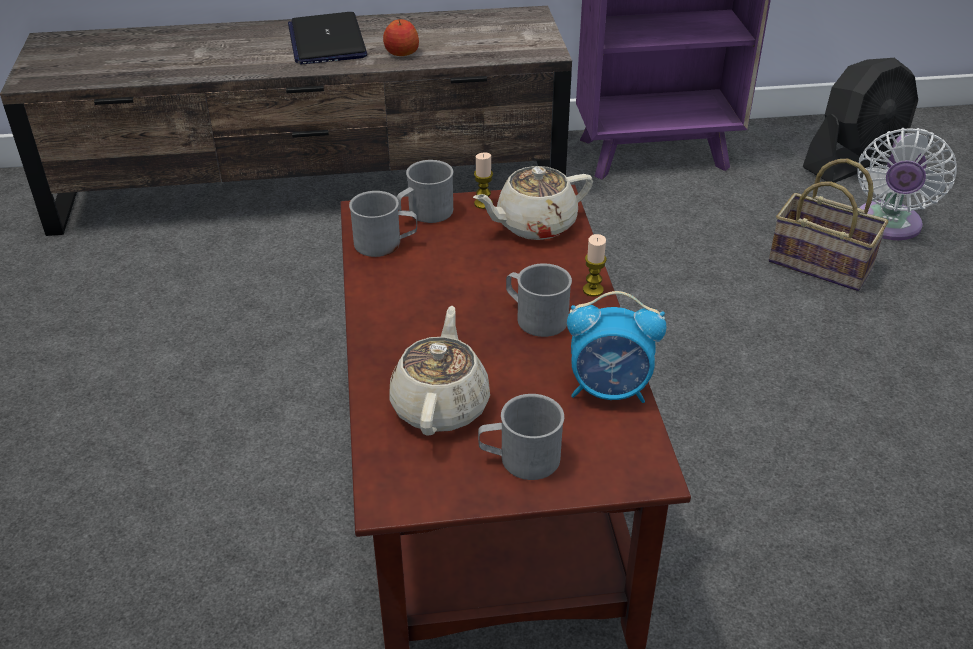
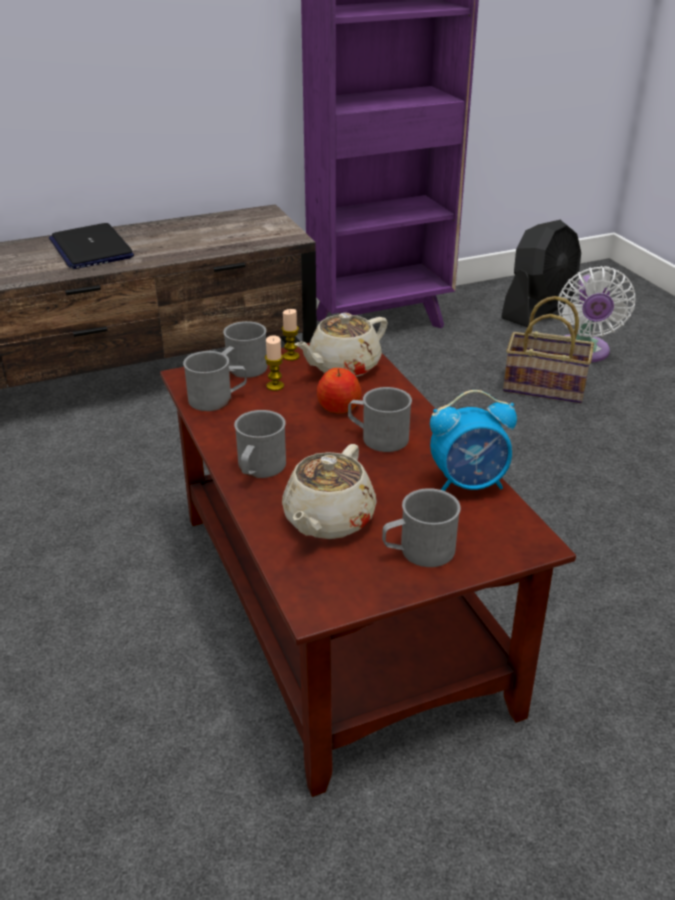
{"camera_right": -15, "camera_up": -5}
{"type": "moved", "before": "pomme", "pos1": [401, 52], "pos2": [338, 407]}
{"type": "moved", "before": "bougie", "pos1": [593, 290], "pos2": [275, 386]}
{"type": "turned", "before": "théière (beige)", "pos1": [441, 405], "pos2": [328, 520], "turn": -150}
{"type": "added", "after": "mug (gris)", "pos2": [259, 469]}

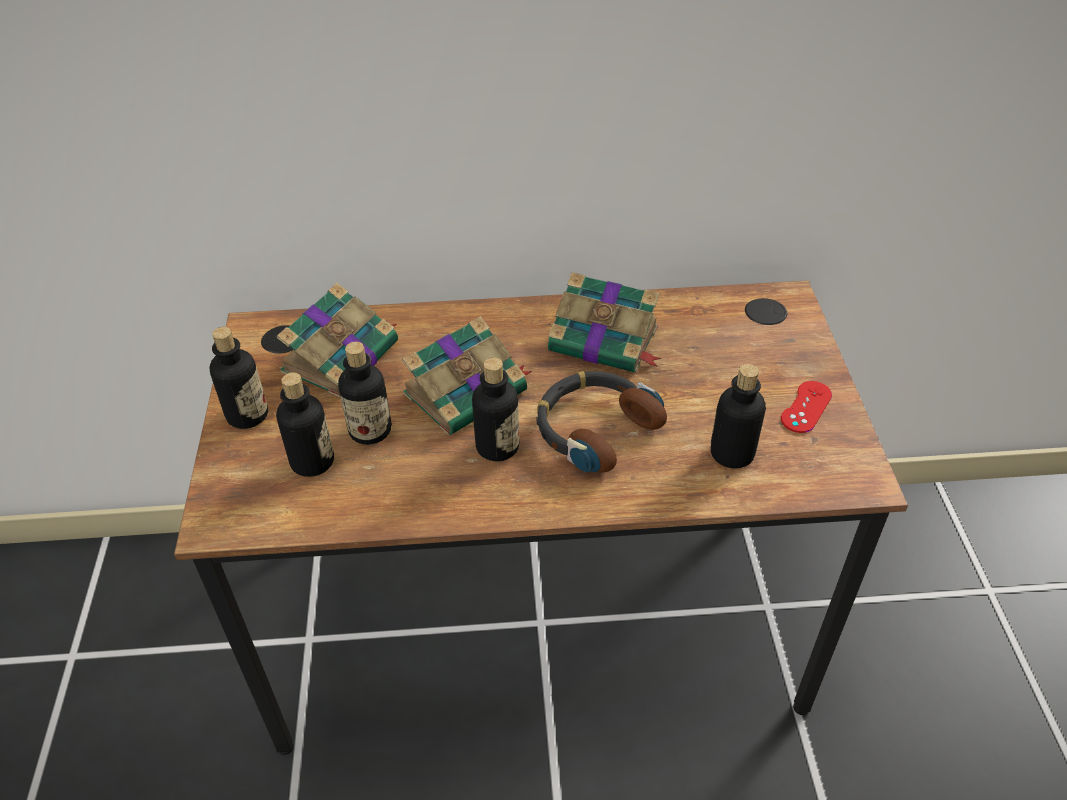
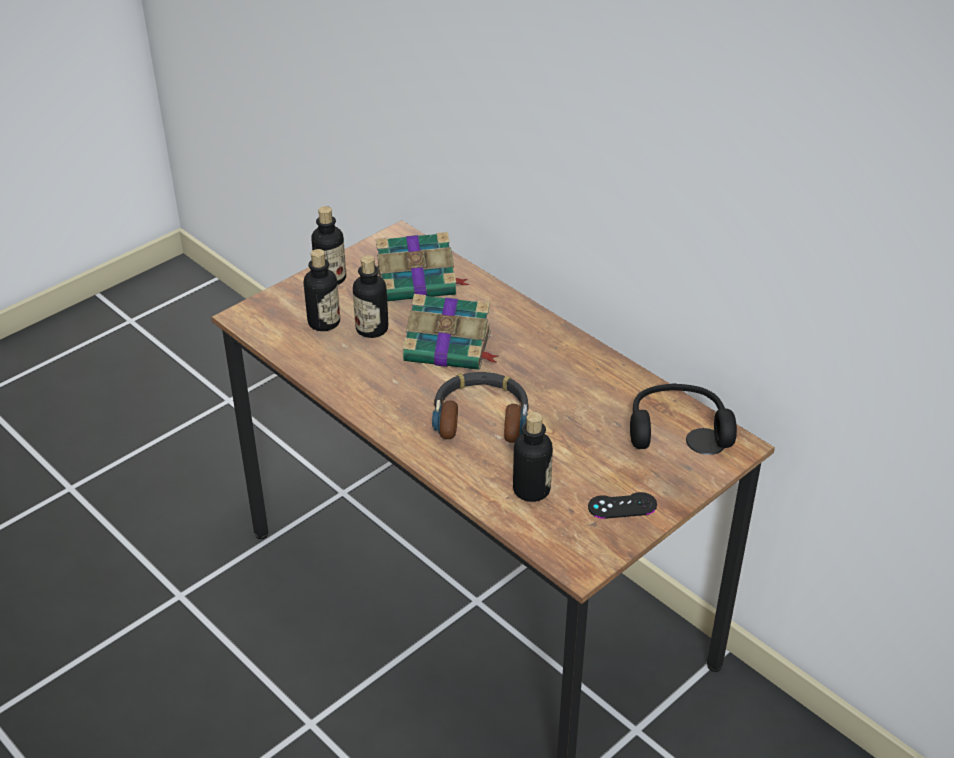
{"camera_right": 50, "camera_up": -5}
{"type": "removed", "before": "livre", "pos1": [605, 340]}
{"type": "removed", "before": "bouteille", "pos1": [497, 447]}
{"type": "recoloured", "before": "manette (rouge)", "after": "manette (noir)", "pos1": [806, 407], "pos2": [622, 506]}
{"type": "added", "after": "casque audio (noir)", "pos2": [677, 427]}

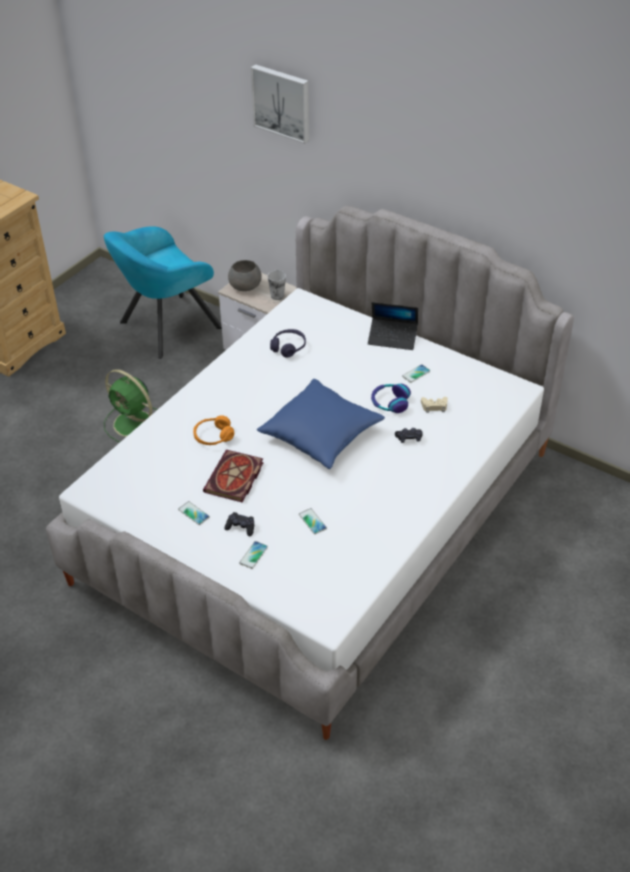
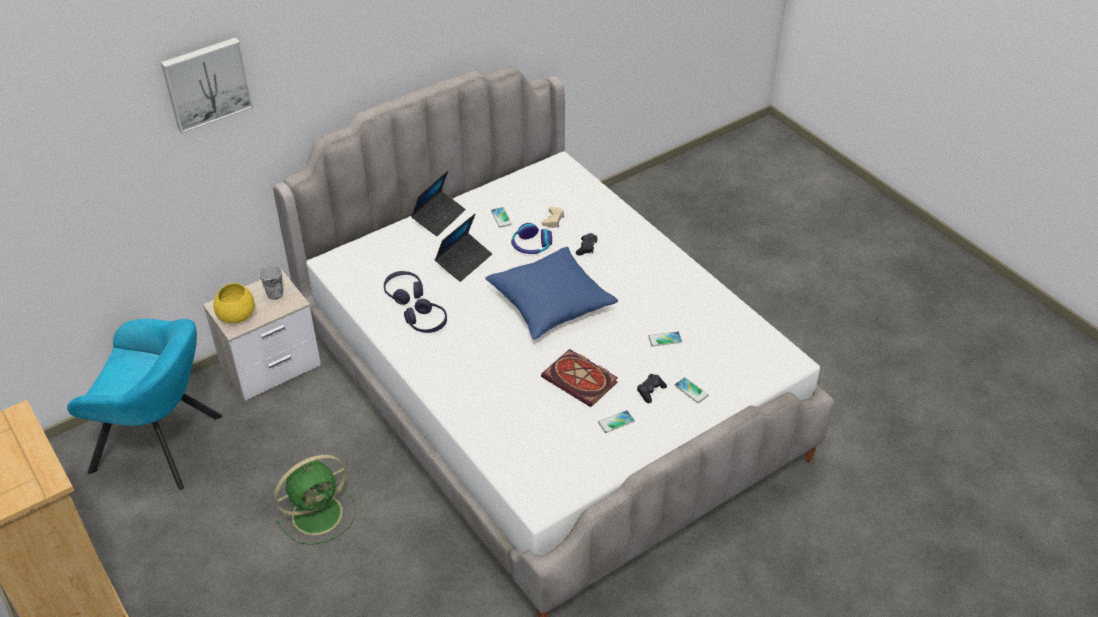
{"camera_right": -70, "camera_up": 0}
{"type": "turned", "before": "fauteuil (turquoise)", "pos1": [166, 327], "pos2": [163, 444], "turn": -60}
{"type": "recoloured", "before": "bol (gris)", "after": "bol (jaune)", "pos1": [246, 285], "pos2": [236, 314]}
{"type": "removed", "before": "casque audio (orange)", "pos1": [213, 436]}
{"type": "added", "after": "ordinateur portable", "pos2": [464, 261]}
{"type": "added", "after": "casque audio (violet)", "pos2": [427, 322]}

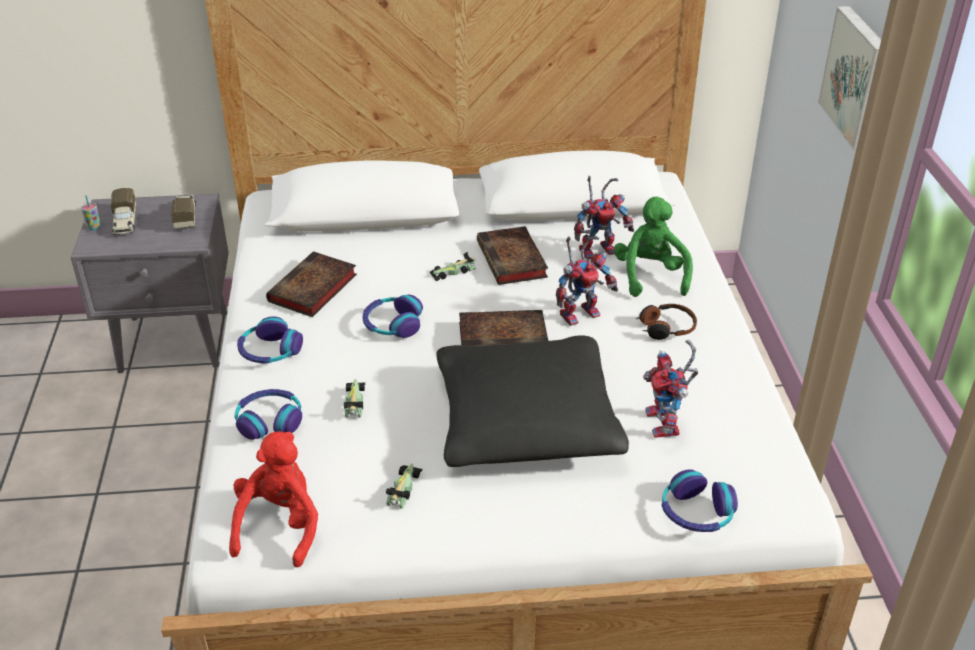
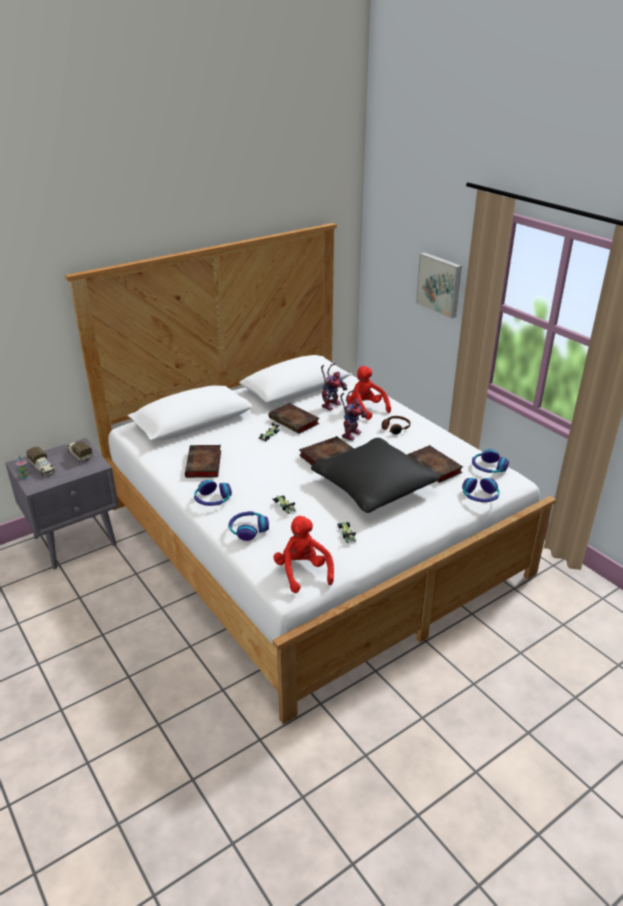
{"camera_right": -30, "camera_up": -5}
{"type": "recoloured", "before": "peluche (vert)", "after": "peluche (rouge)", "pos1": [650, 276], "pos2": [365, 409]}
{"type": "moved", "before": "casque audio", "pos1": [392, 324], "pos2": [488, 467]}
{"type": "replaced", "before": "robot jouet", "after": "livre", "pos1": [666, 425], "pos2": [435, 467]}

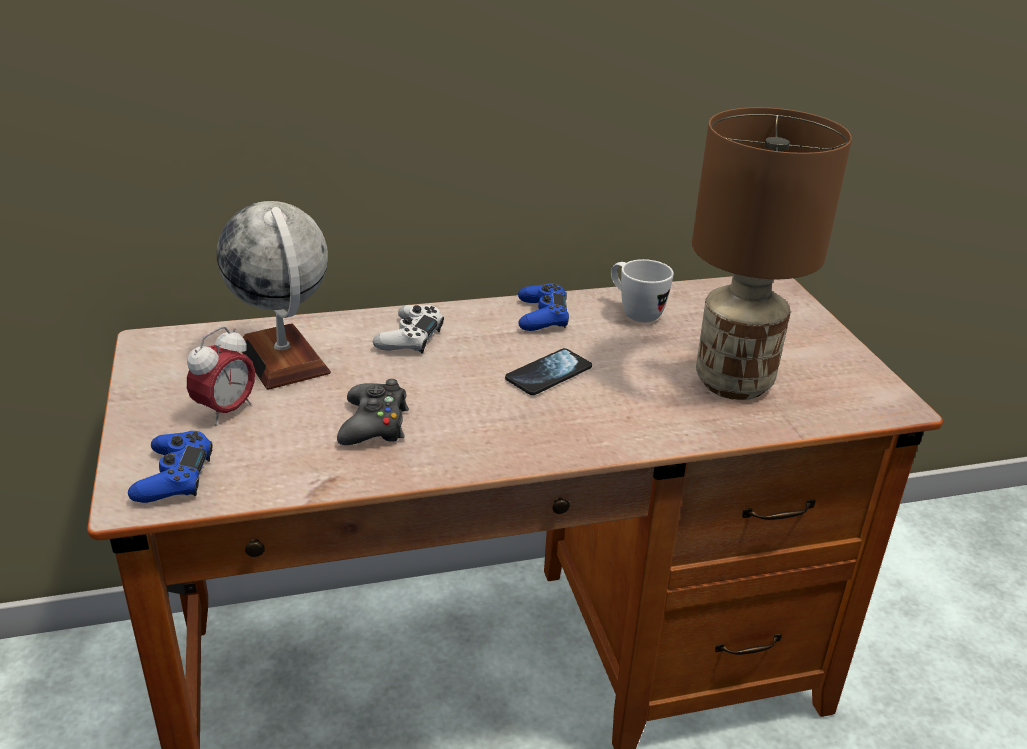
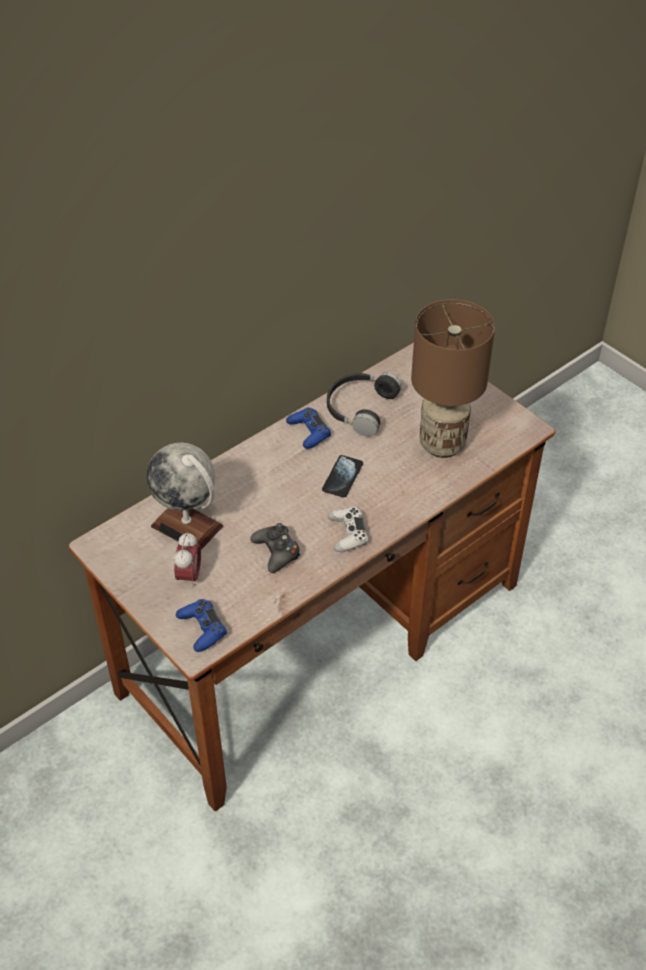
{"camera_right": -25, "camera_up": 15}
{"type": "replaced", "before": "mug (blanc)", "after": "casque audio (noir)", "pos1": [634, 312], "pos2": [359, 408]}
{"type": "moved", "before": "manette (blanc)", "pos1": [410, 338], "pos2": [348, 534]}

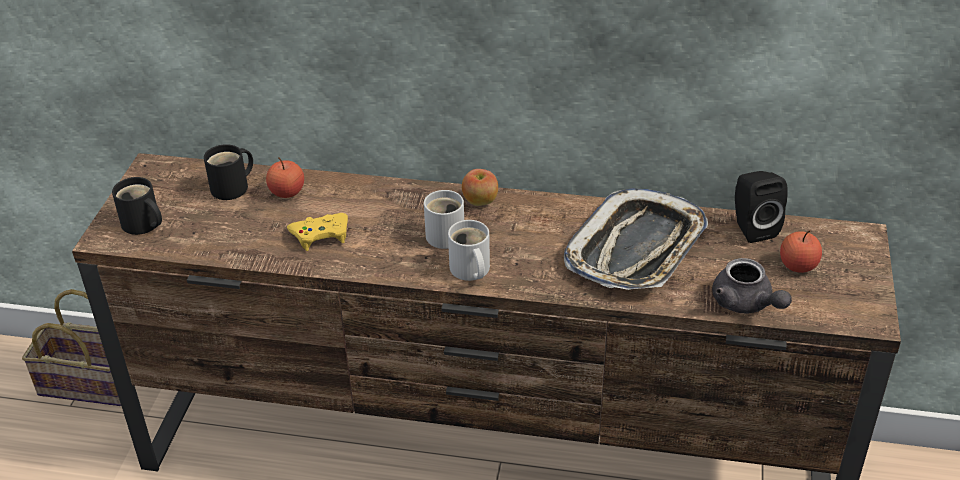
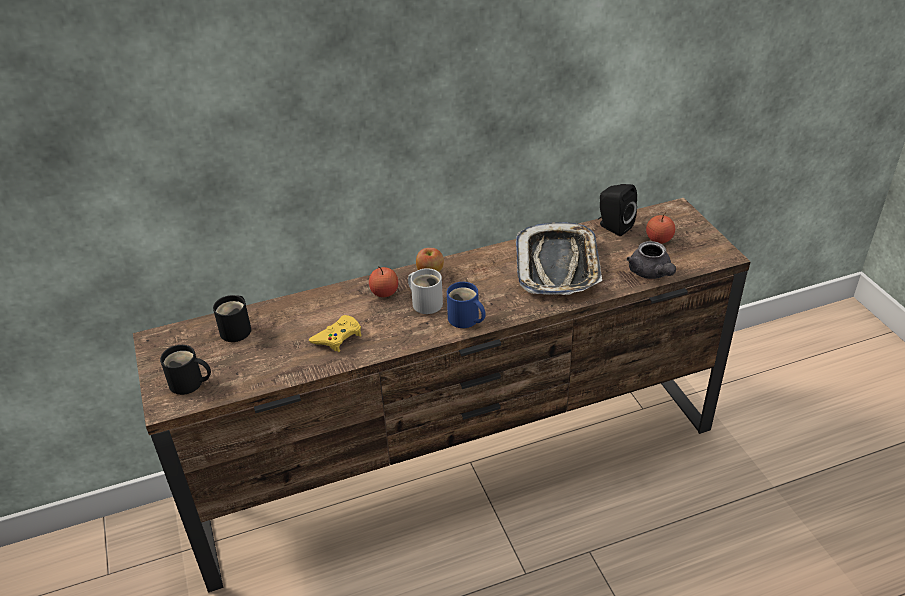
{"camera_right": -30, "camera_up": 0}
{"type": "moved", "before": "pomme", "pos1": [287, 192], "pos2": [384, 292]}
{"type": "recoloured", "before": "mug (blanc)", "after": "mug (bleu)", "pos1": [469, 270], "pos2": [465, 320]}
{"type": "turned", "before": "théière (gris)", "pos1": [746, 304], "pos2": [651, 273], "turn": 45}
{"type": "removed", "before": "panier", "pos1": [92, 382]}

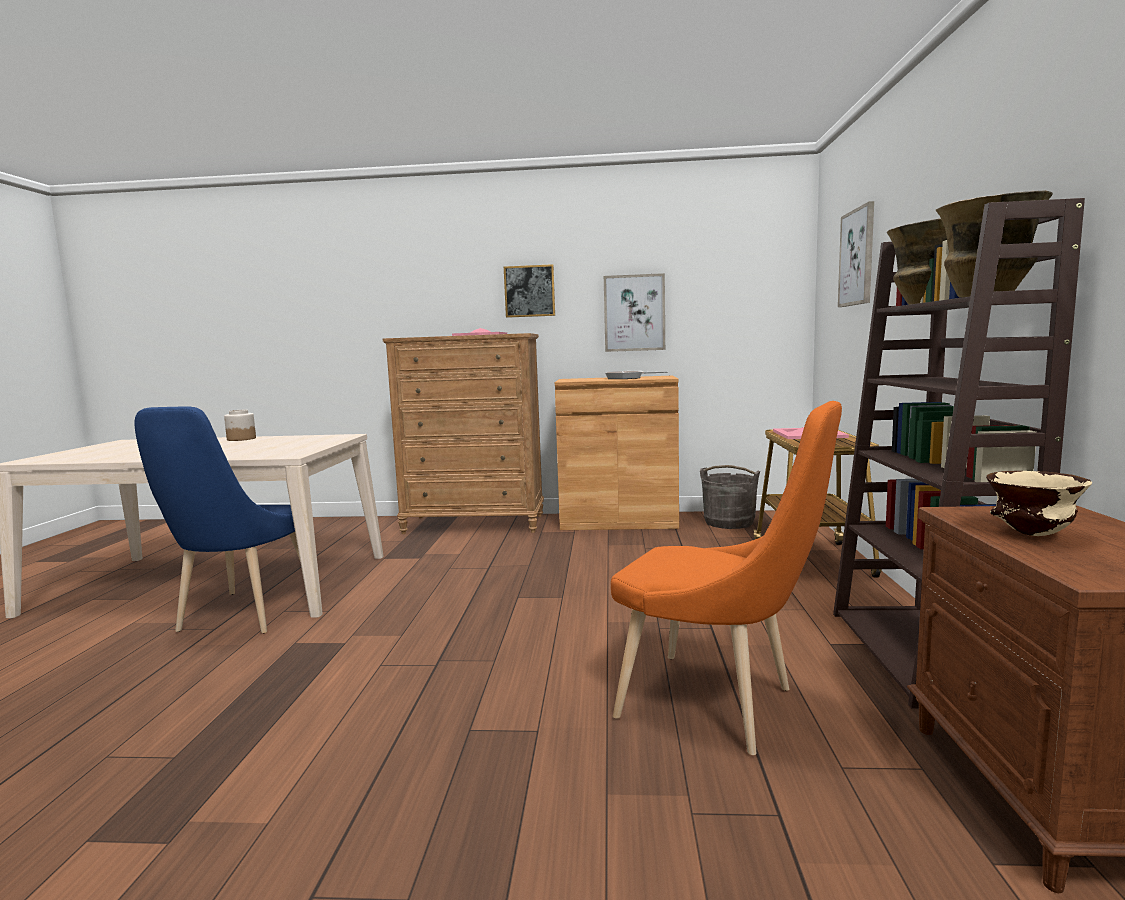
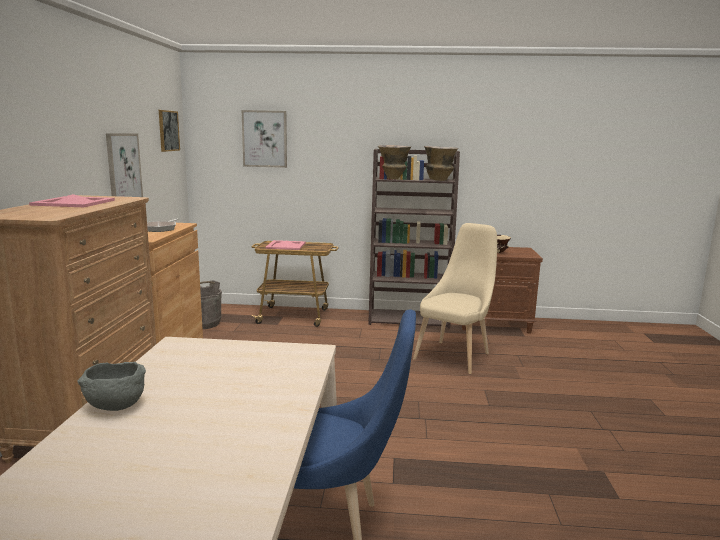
{"camera_right": -90, "camera_up": 5}
{"type": "moved", "before": "tableau", "pos1": [529, 291], "pos2": [168, 131]}
{"type": "recoloured", "before": "chaise (orange)", "after": "chaise (beige)", "pos1": [718, 705], "pos2": [455, 355]}
{"type": "replaced", "before": "bocal", "after": "bol (gris)", "pos1": [241, 439], "pos2": [114, 407]}

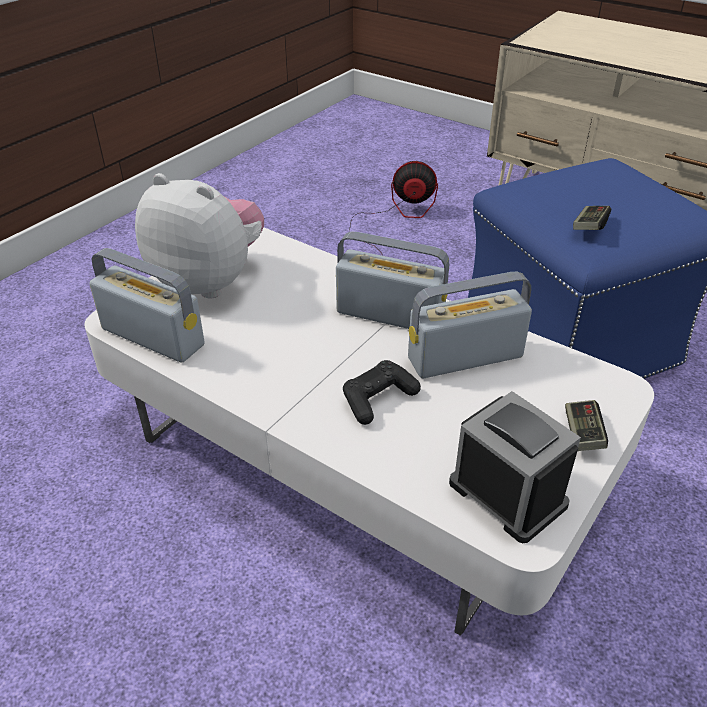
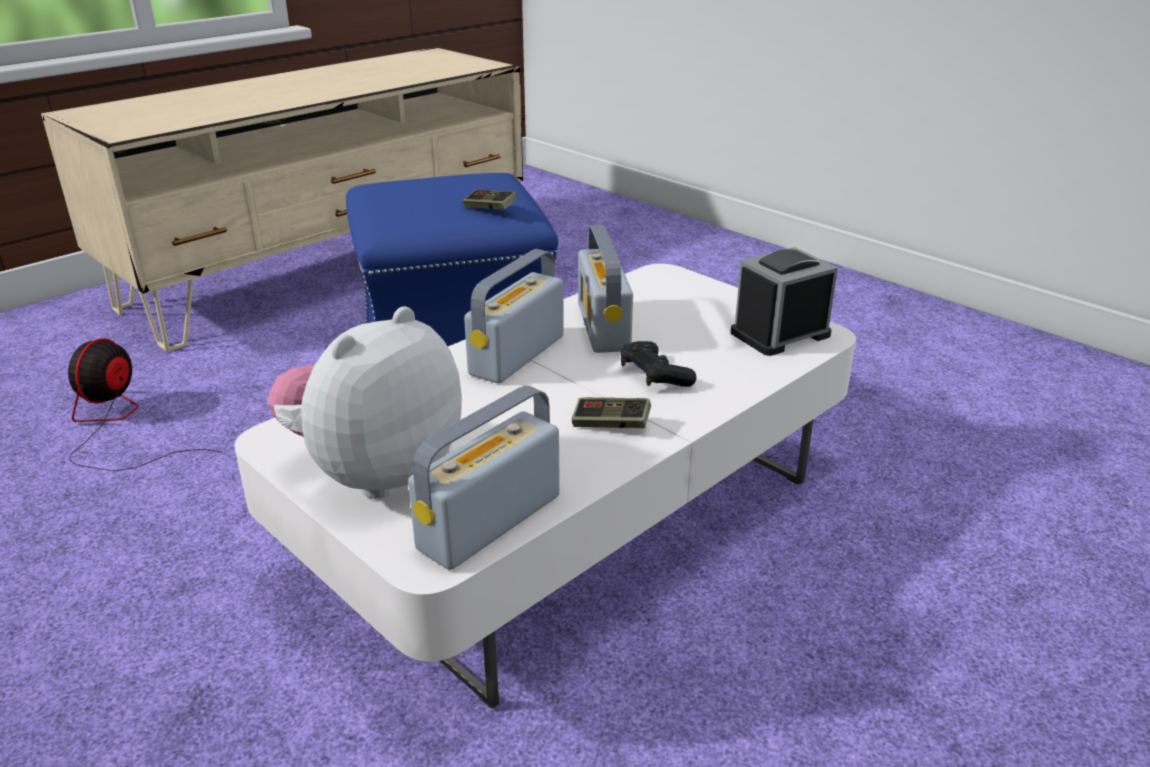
{"camera_right": -80, "camera_up": -10}
{"type": "moved", "before": "manette", "pos1": [582, 434], "pos2": [611, 424]}

